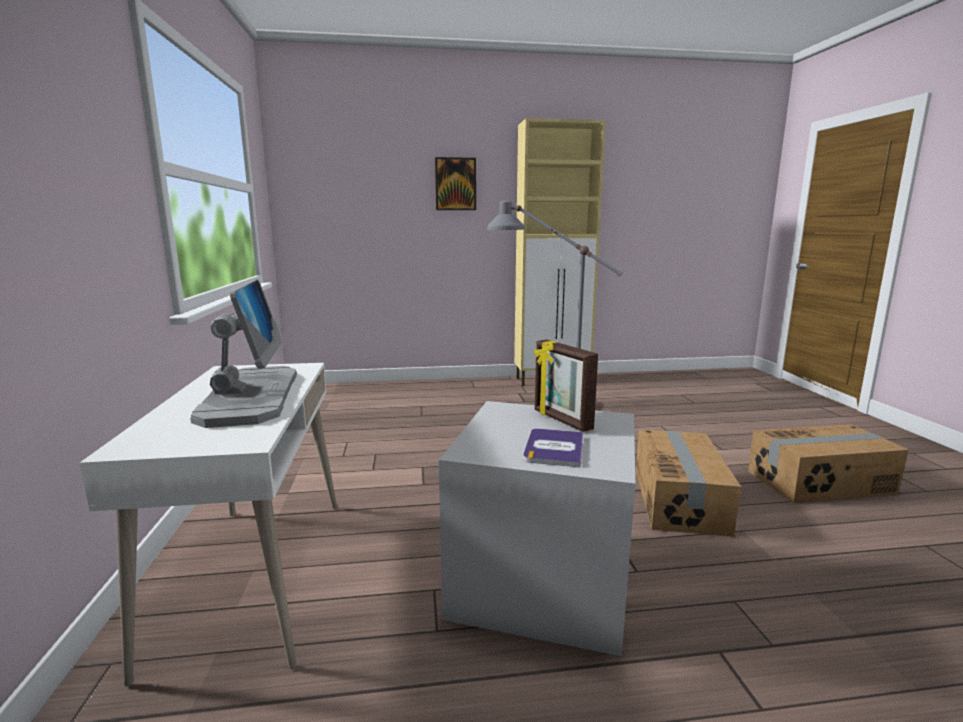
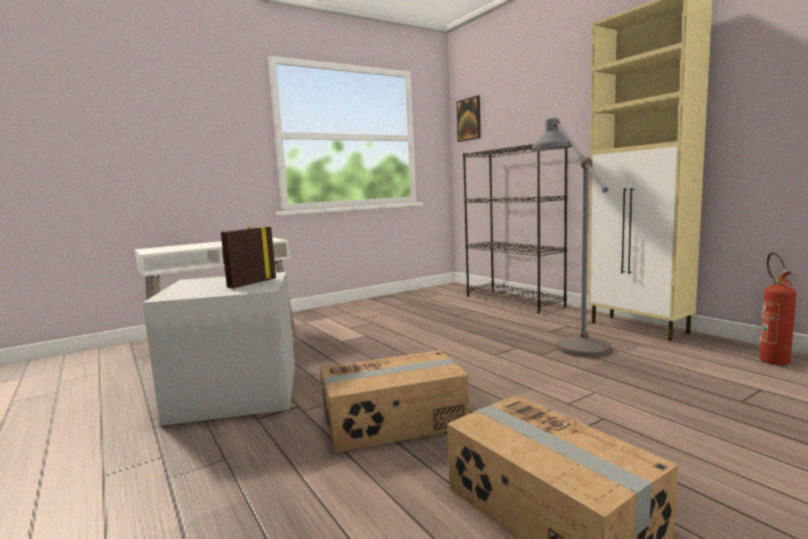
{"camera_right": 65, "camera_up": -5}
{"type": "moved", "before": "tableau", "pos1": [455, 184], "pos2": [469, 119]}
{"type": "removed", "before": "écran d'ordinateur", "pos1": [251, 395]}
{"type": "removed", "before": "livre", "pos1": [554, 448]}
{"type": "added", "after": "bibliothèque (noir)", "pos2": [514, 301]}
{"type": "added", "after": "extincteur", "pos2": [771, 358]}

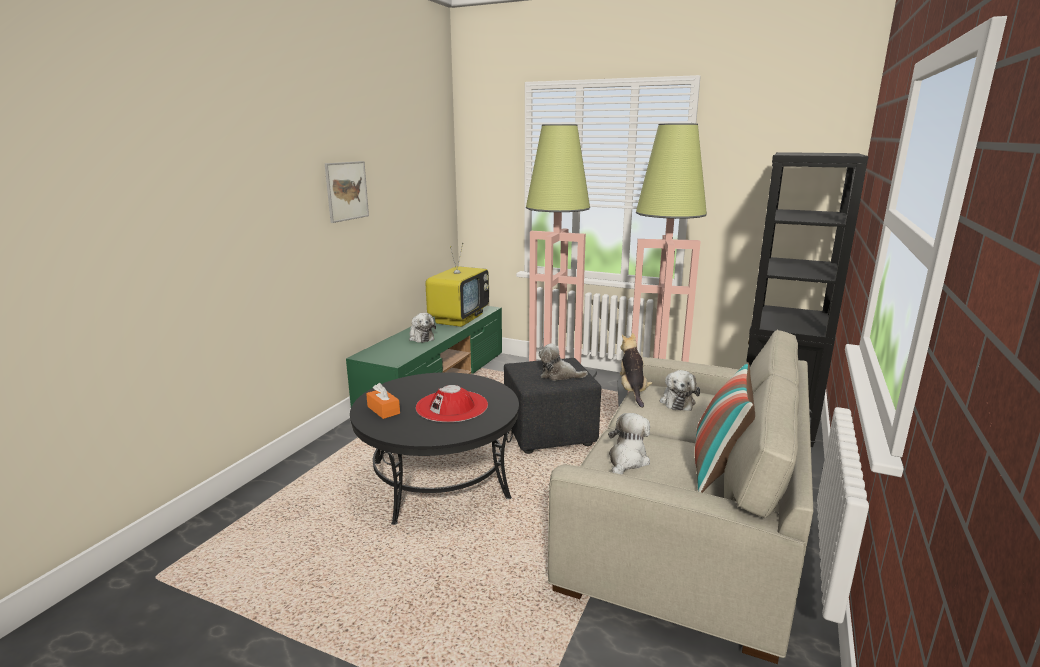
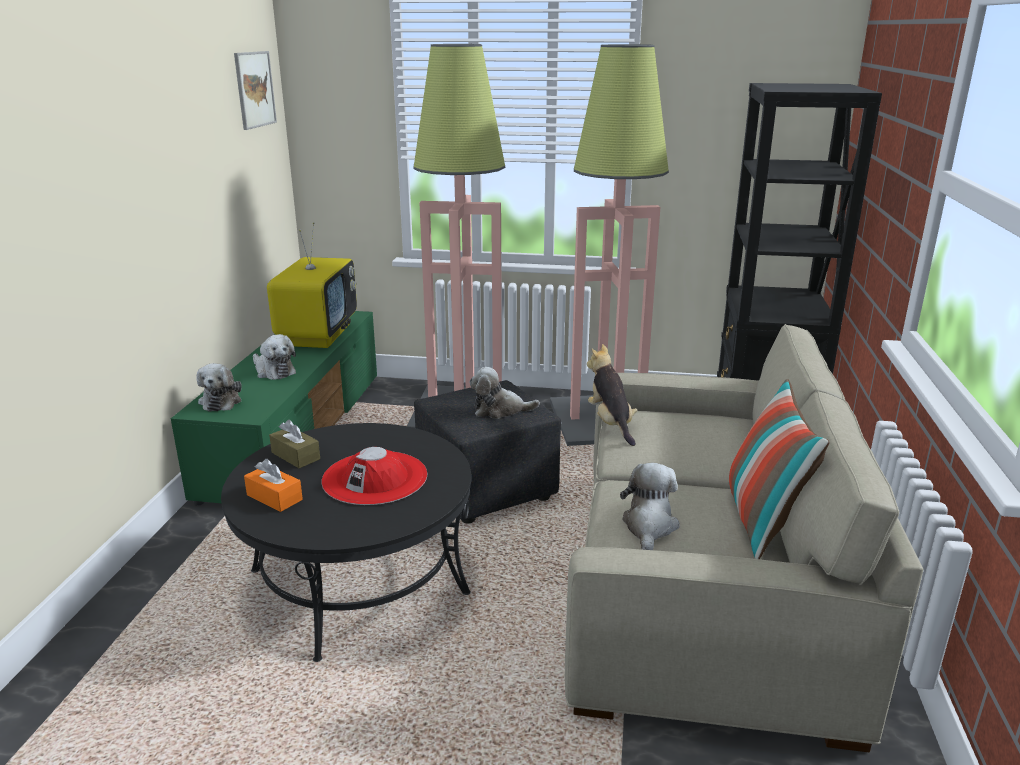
{"camera_right": -15, "camera_up": 5}
{"type": "moved", "before": "tableau", "pos1": [346, 191], "pos2": [254, 89]}
{"type": "moved", "before": "peluche", "pos1": [677, 401], "pos2": [221, 401]}
{"type": "added", "after": "boîte à mouchoirs (marron)", "pos2": [295, 456]}

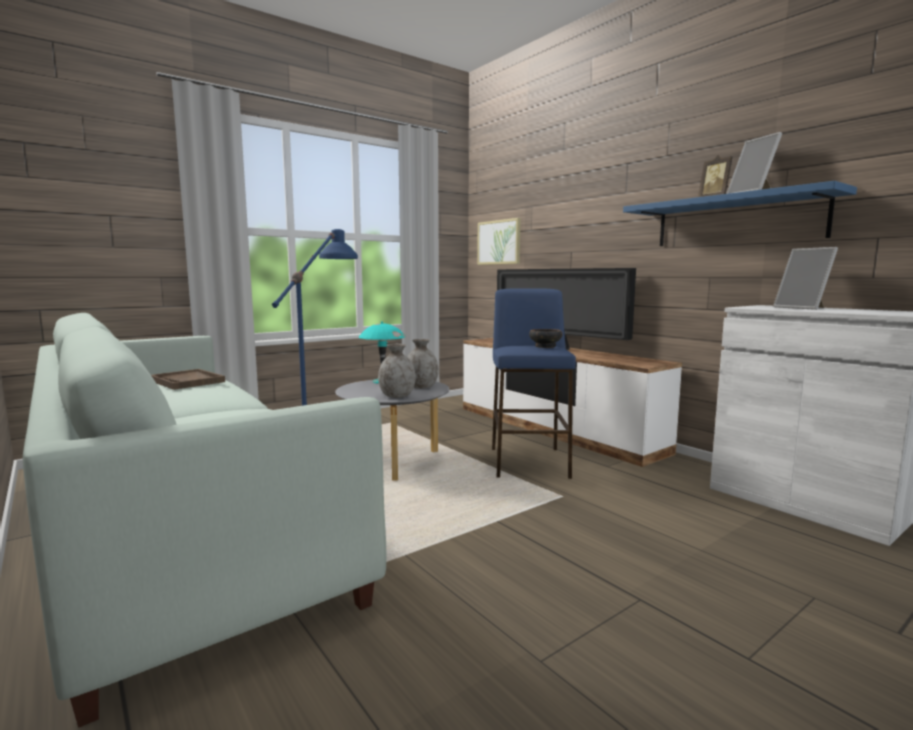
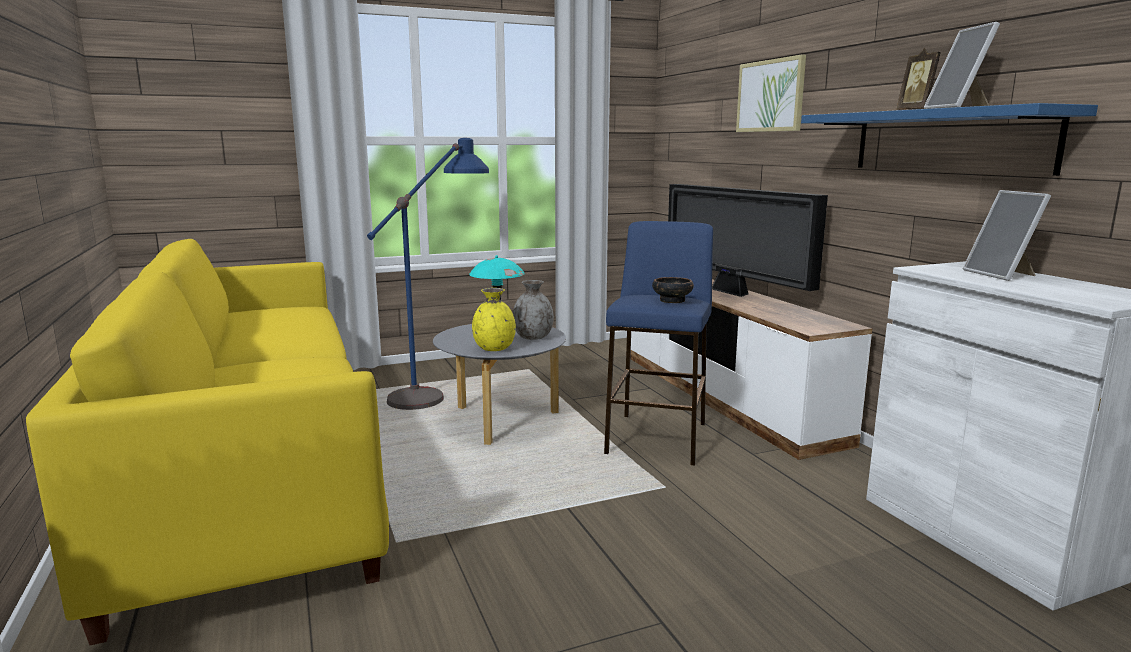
{"camera_right": 15, "camera_up": 5}
{"type": "moved", "before": "tableau", "pos1": [499, 242], "pos2": [770, 96]}
{"type": "recoloured", "before": "canapé (blanc)", "after": "canapé (jaune)", "pos1": [177, 523], "pos2": [250, 467]}
{"type": "recoloured", "before": "vase (gris)", "after": "vase (jaune)", "pos1": [397, 396], "pos2": [494, 348]}
{"type": "removed", "before": "plateau (marron)", "pos1": [187, 381]}

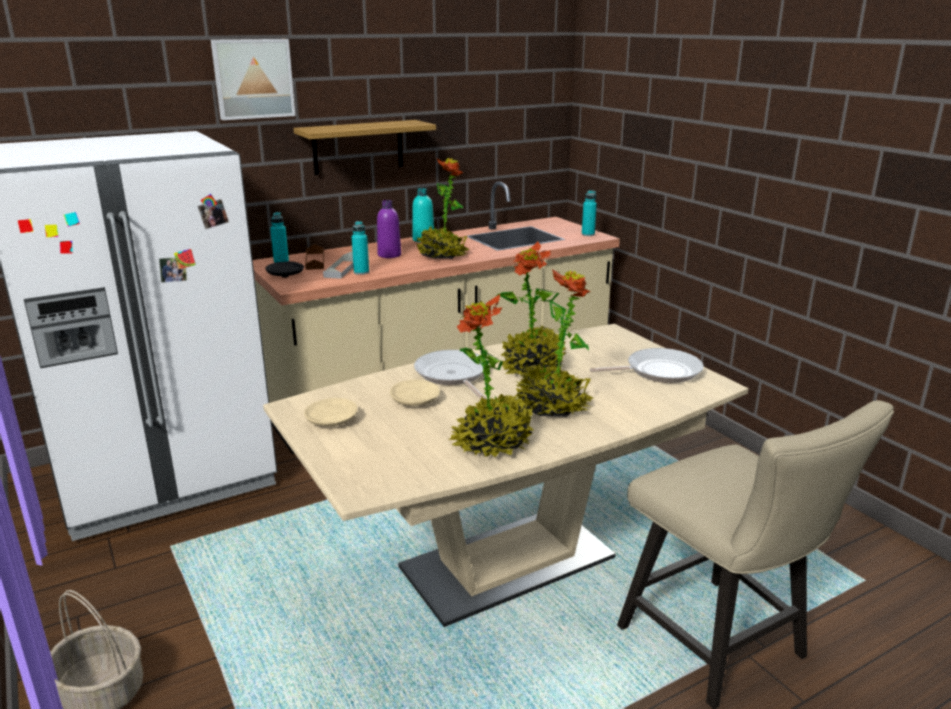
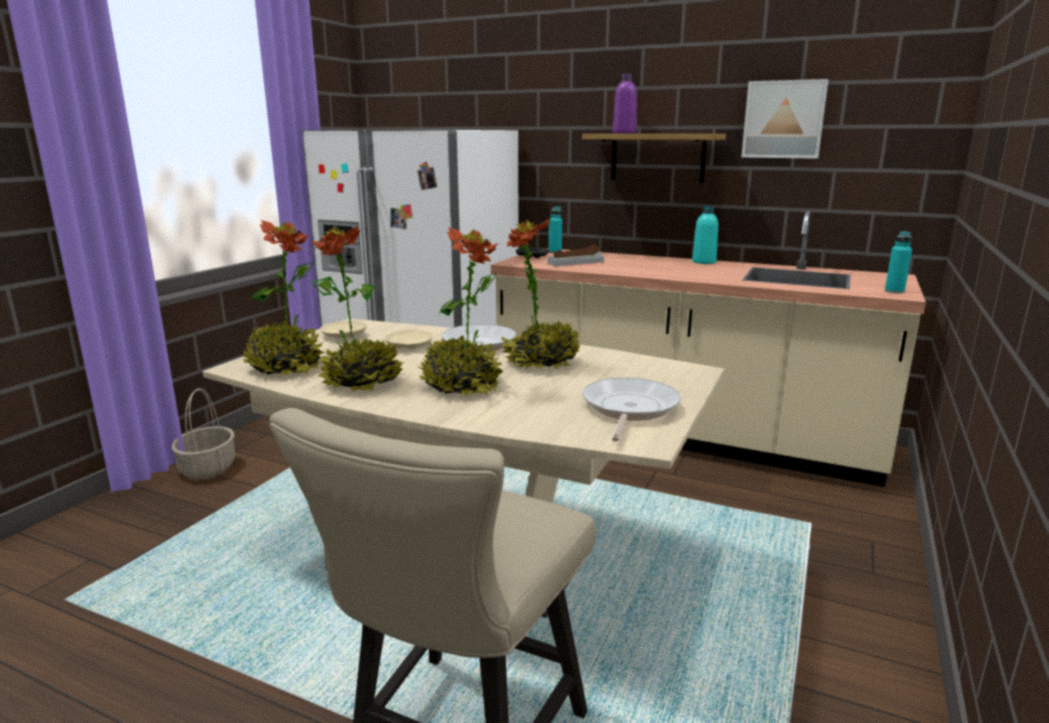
{"camera_right": 55, "camera_up": -5}
{"type": "moved", "before": "tableau", "pos1": [253, 78], "pos2": [783, 119]}
{"type": "moved", "before": "plante en pot", "pos1": [442, 256], "pos2": [286, 368]}
{"type": "moved", "before": "bouteille (violet)", "pos1": [389, 255], "pos2": [624, 133]}
{"type": "removed", "before": "bouteille (turquoise)", "pos1": [361, 272]}
{"type": "turned", "before": "poêle", "pos1": [659, 371], "pos2": [628, 409], "turn": -120}

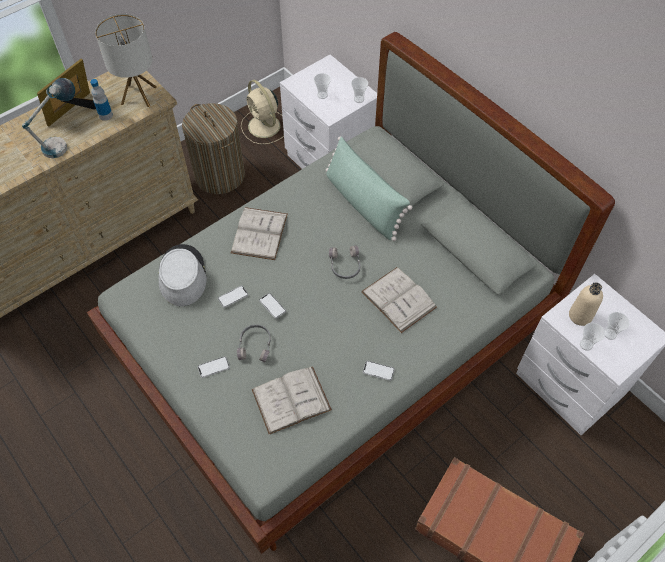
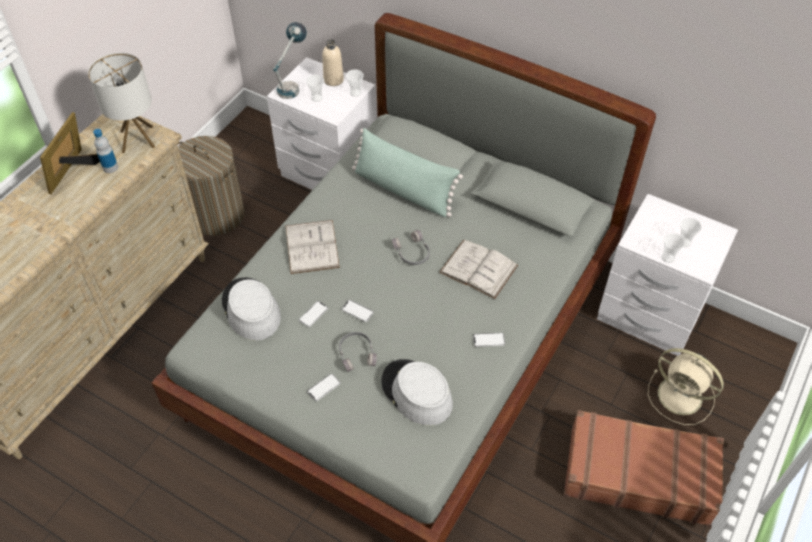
{"camera_right": -20, "camera_up": -5}
{"type": "moved", "before": "lampe de table", "pos1": [64, 143], "pos2": [293, 85]}
{"type": "moved", "before": "ventilateur (beige)", "pos1": [265, 127], "pos2": [681, 397]}
{"type": "moved", "before": "bouteille (beige)", "pos1": [580, 316], "pos2": [333, 80]}
{"type": "replaced", "before": "livre (blanc)", "after": "chapeau (gris)", "pos1": [291, 399], "pos2": [416, 393]}

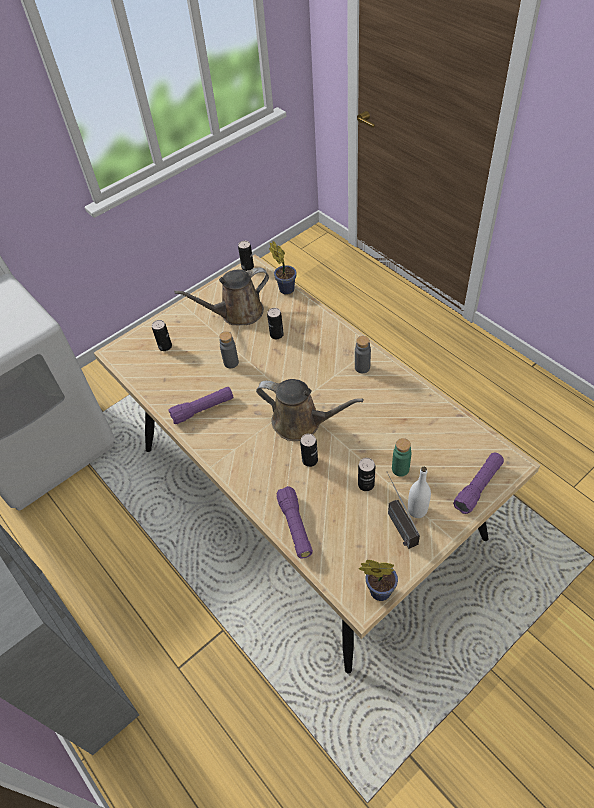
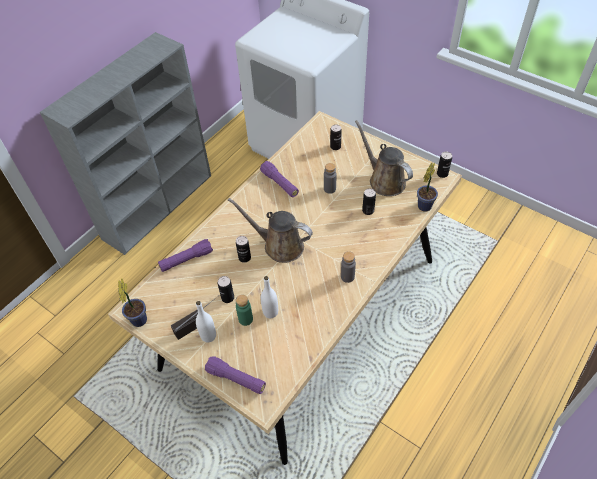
{"camera_right": 75, "camera_up": 0}
{"type": "turned", "before": "arrosoir (marron)", "pos1": [301, 422], "pos2": [279, 245], "turn": 105}
{"type": "added", "after": "bouteille (blanc)", "pos2": [270, 312]}

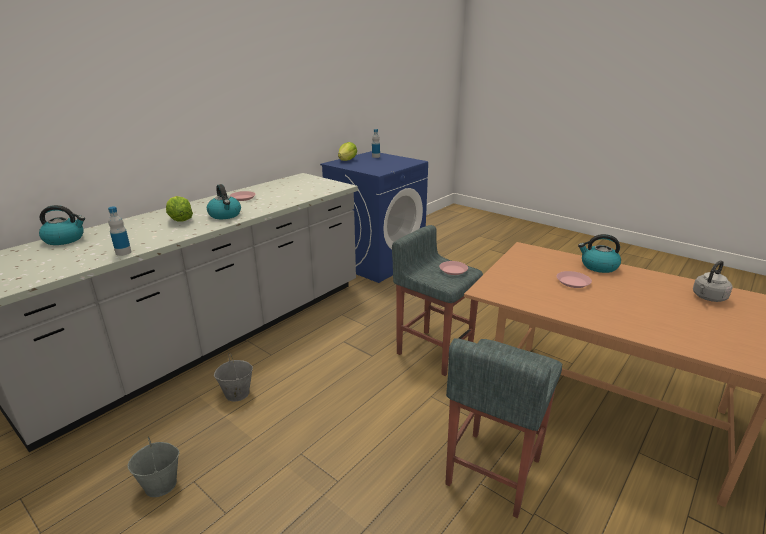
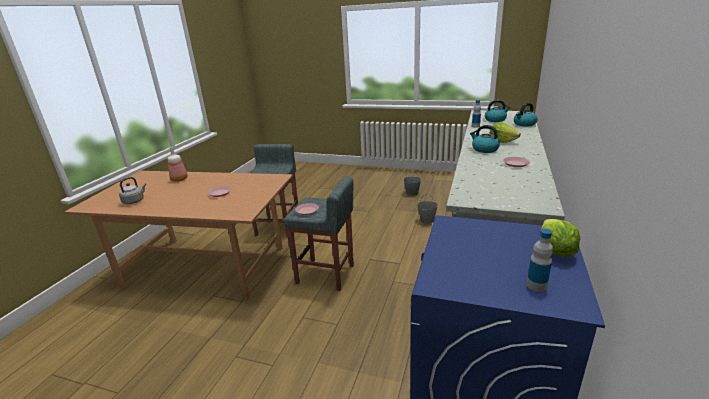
{"camera_right": 160, "camera_up": 0}
{"type": "moved", "before": "bouilloire", "pos1": [598, 266], "pos2": [495, 120]}
{"type": "added", "after": "bouteille", "pos2": [179, 179]}

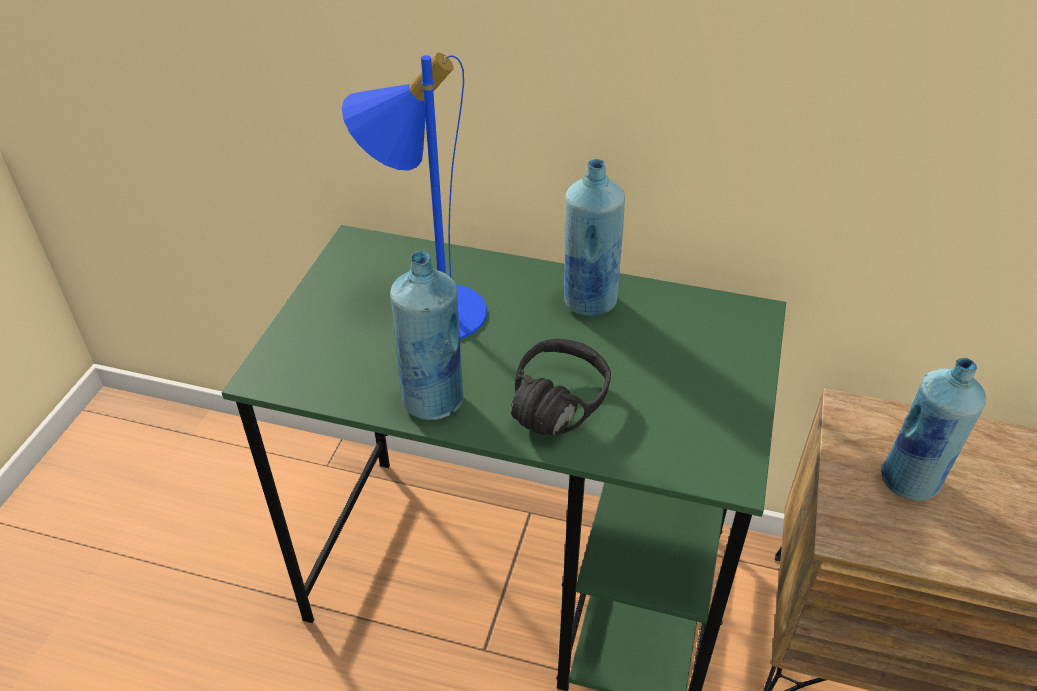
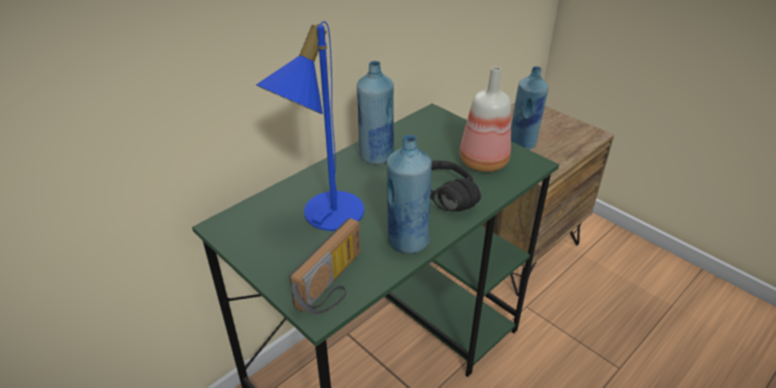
{"camera_right": -60, "camera_up": -5}
{"type": "added", "after": "bouteille", "pos2": [483, 163]}
{"type": "added", "after": "radio", "pos2": [334, 284]}

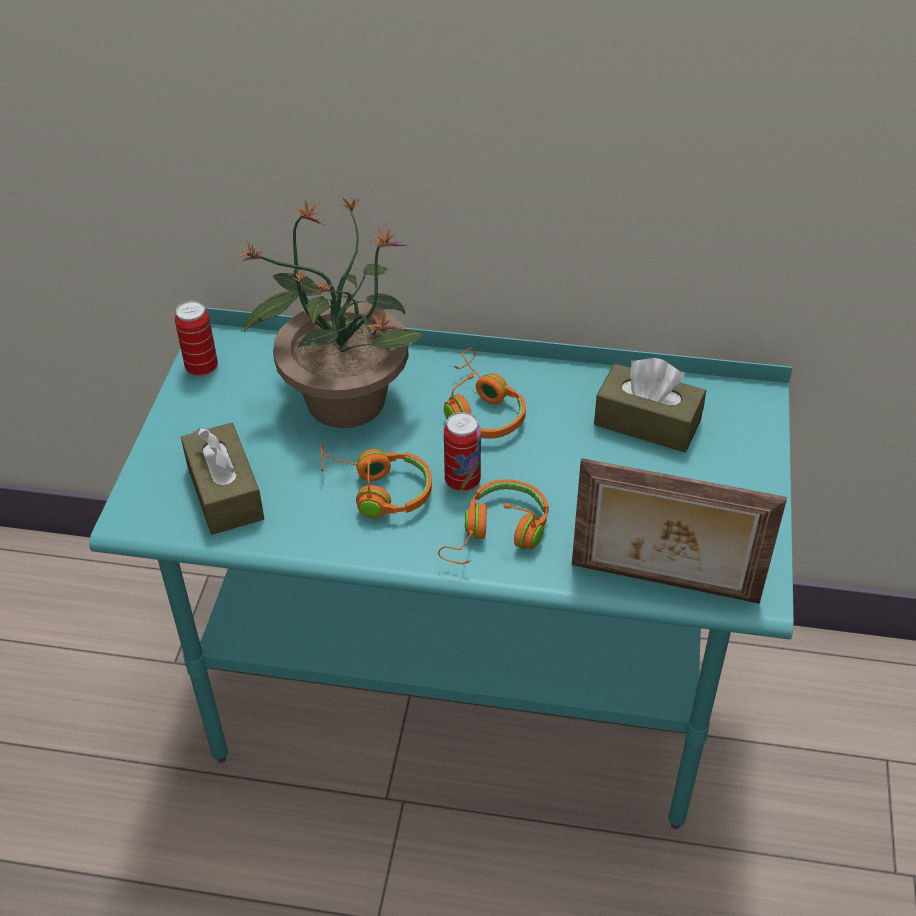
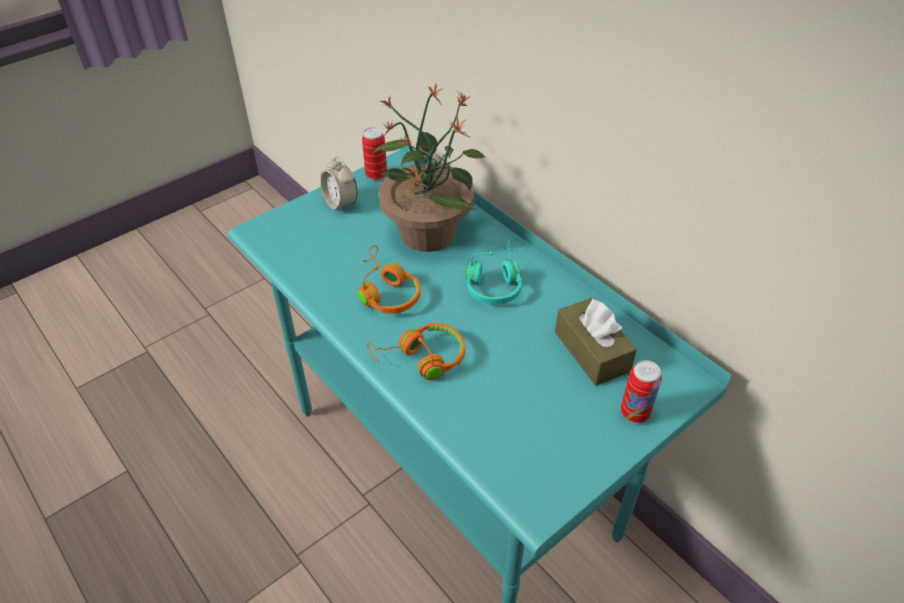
{"camera_right": 40, "camera_up": 0}
{"type": "recoloured", "before": "casque audio (orange)", "after": "casque audio (turquoise)", "pos1": [480, 409], "pos2": [496, 281]}
{"type": "moved", "before": "boîte métallique", "pos1": [462, 481], "pos2": [634, 413]}
{"type": "removed", "before": "boîte à mouchoirs (marron)", "pos1": [225, 492]}
{"type": "removed", "before": "cadre photo", "pos1": [664, 585]}
{"type": "added", "after": "réveil", "pos2": [340, 203]}

